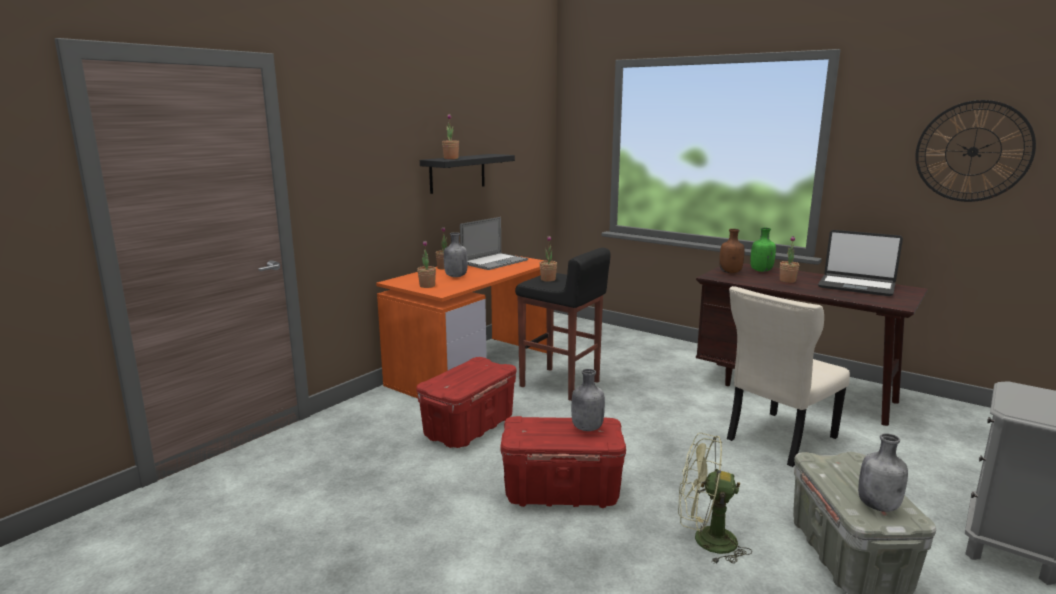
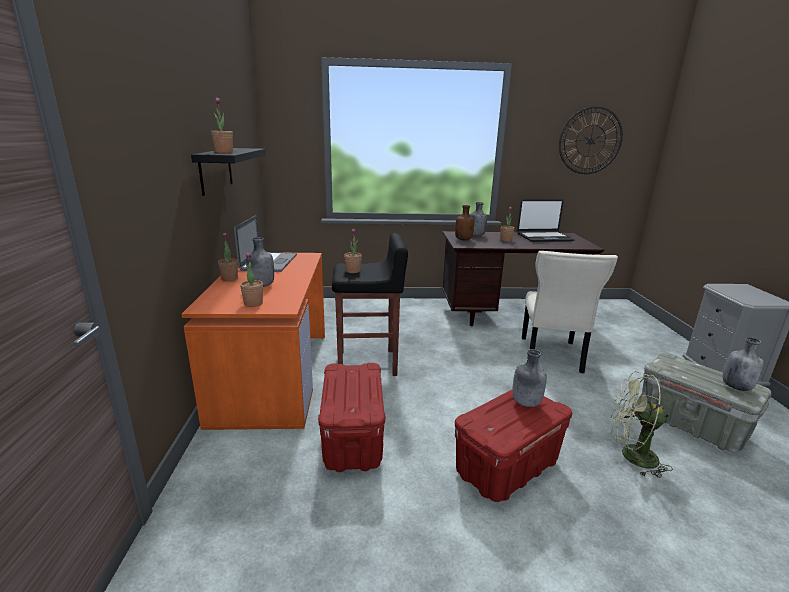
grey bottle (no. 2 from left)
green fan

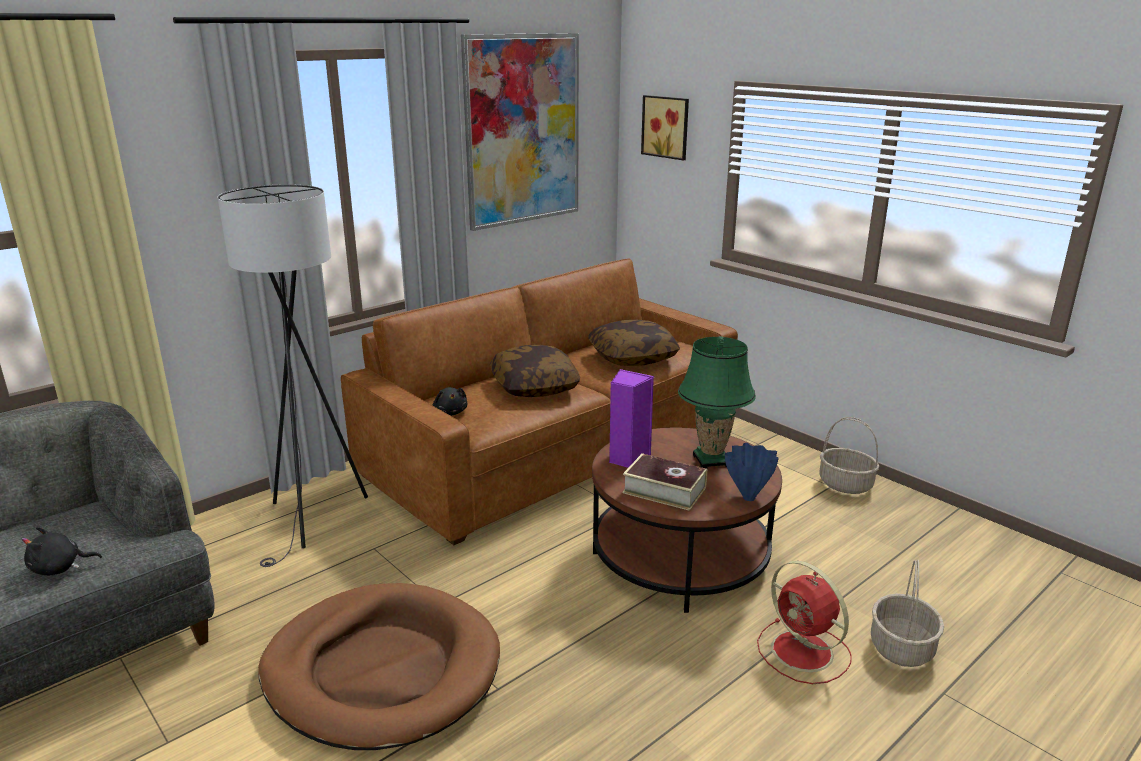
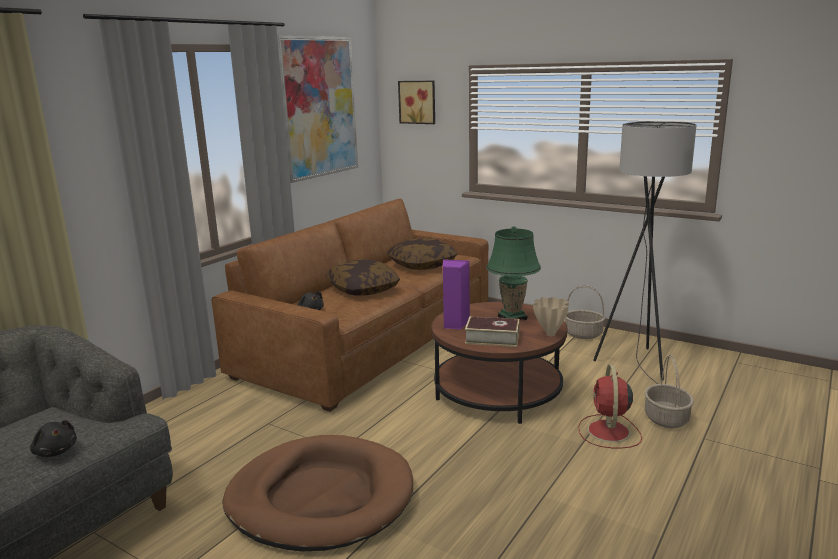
grey floor lamp
beige vase
black plush toy (no. 1 from left)
red fan

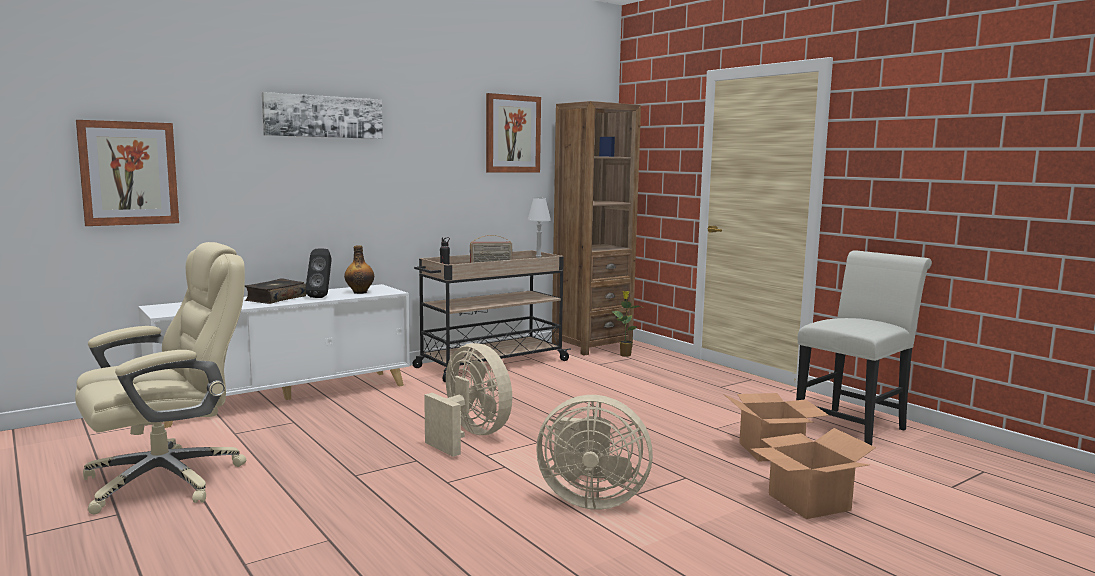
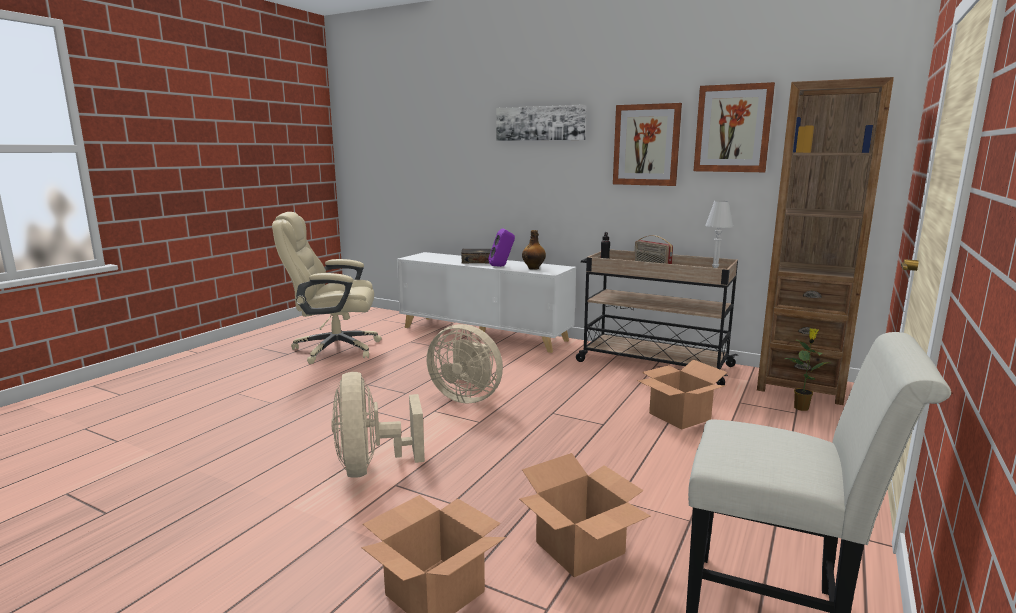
cardboard box (no. 3 from left)
picture (no. 2 from left)
purple speaker
beige office chair
beige fan (no. 2 from left)

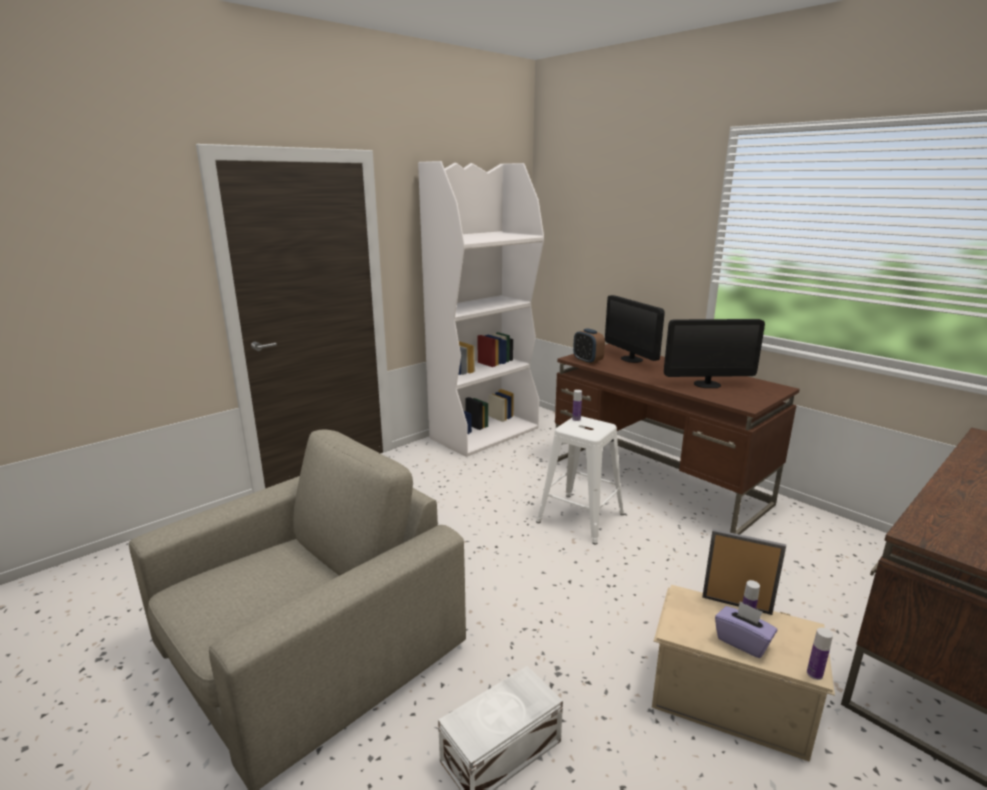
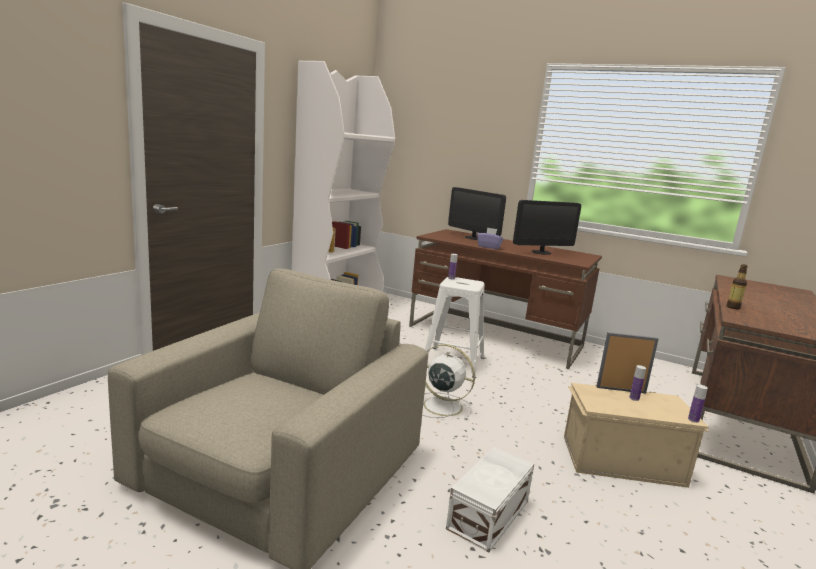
alarm clock
white fan
bottle (no. 4 from left)
purple tissue box

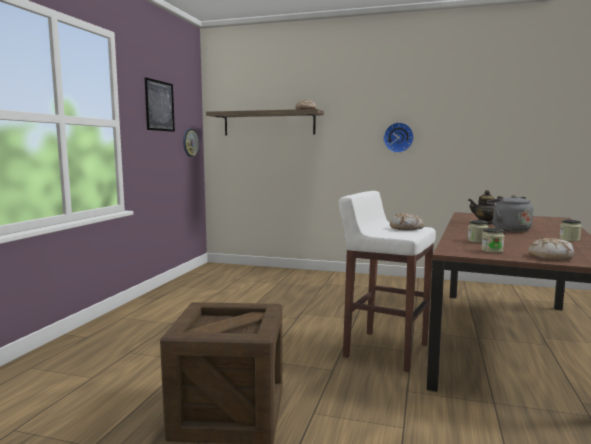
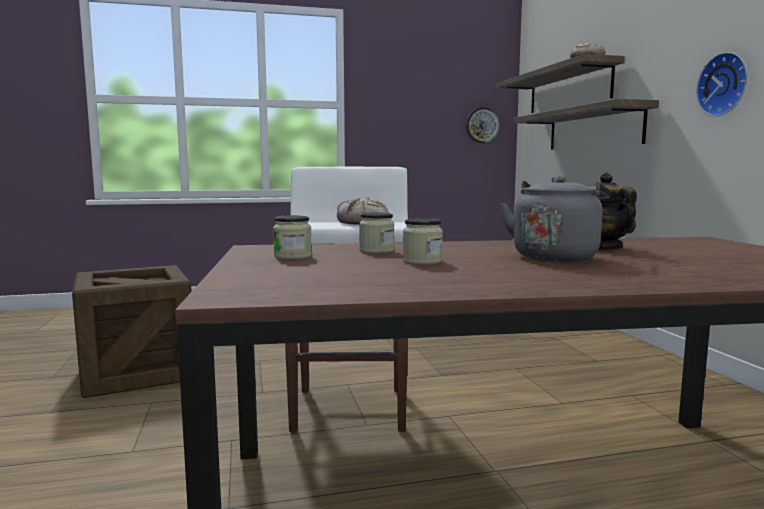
picture
bread (no. 3 from left in the first image)
shelf (no. 2 from left)
jar (no. 3 from left)

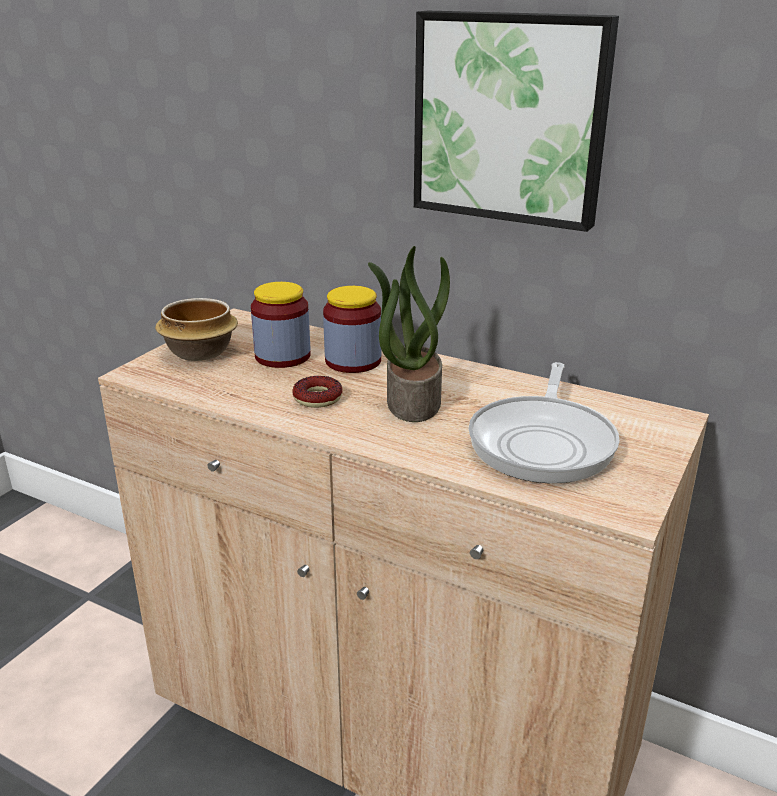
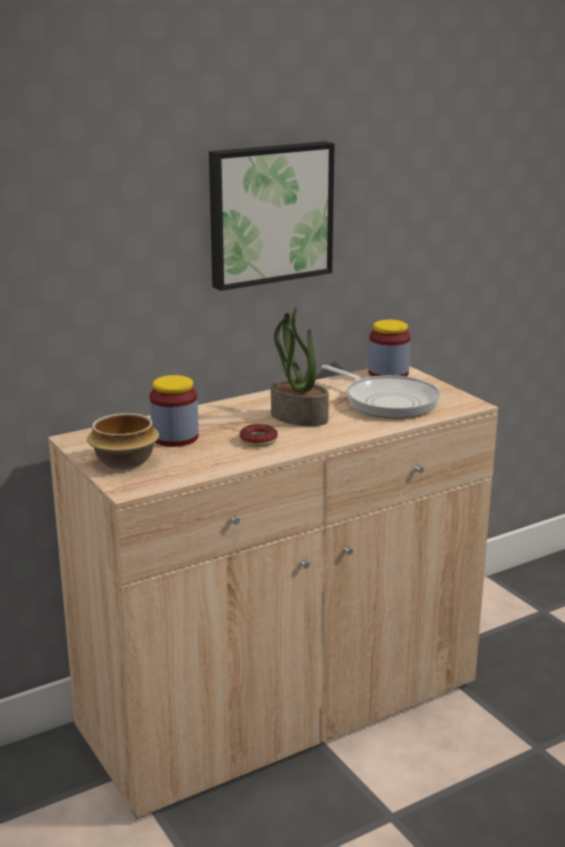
jar (no. 2 from left)

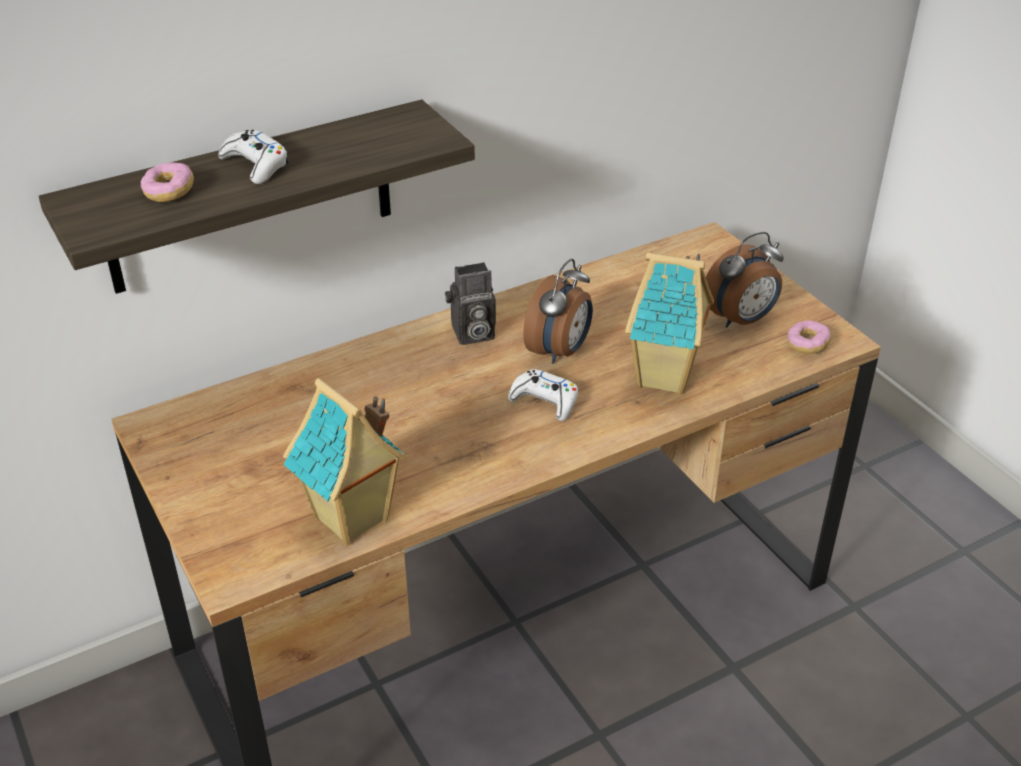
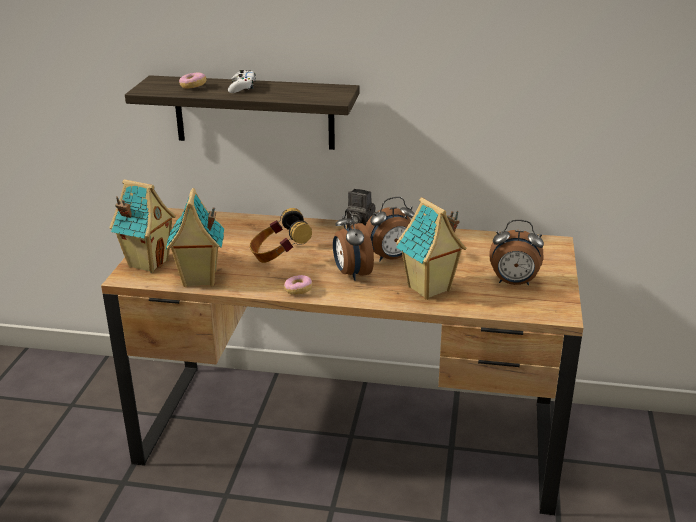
toy house (no. 1 from left)
headphones
donut (no. 2 from left)
alarm clock (no. 1 from left)

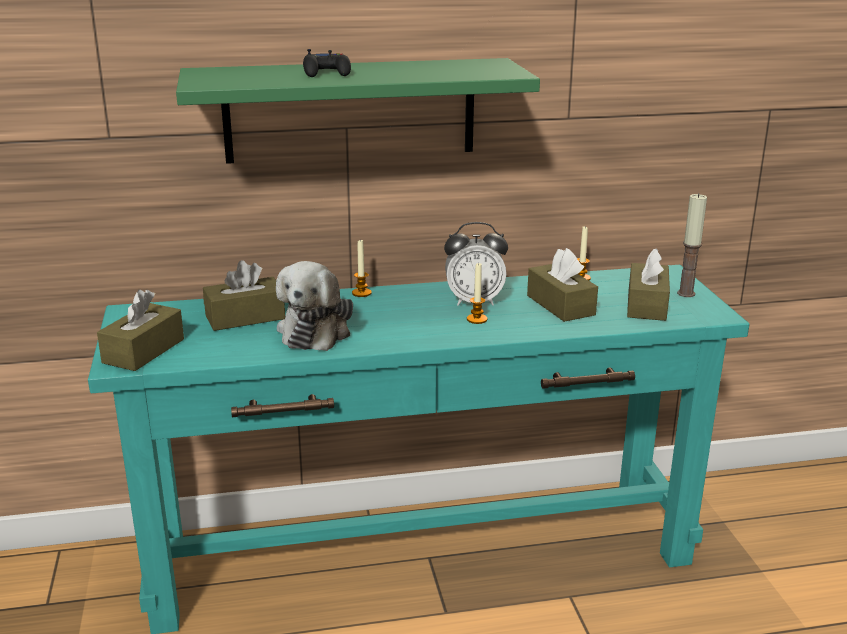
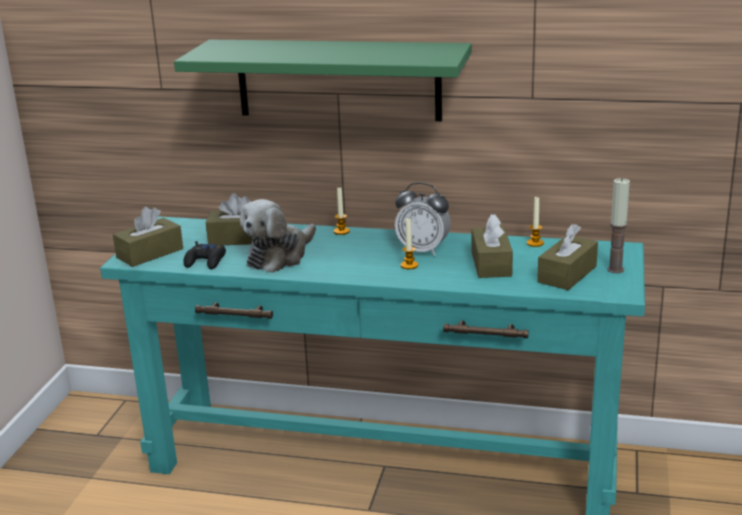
black game controller

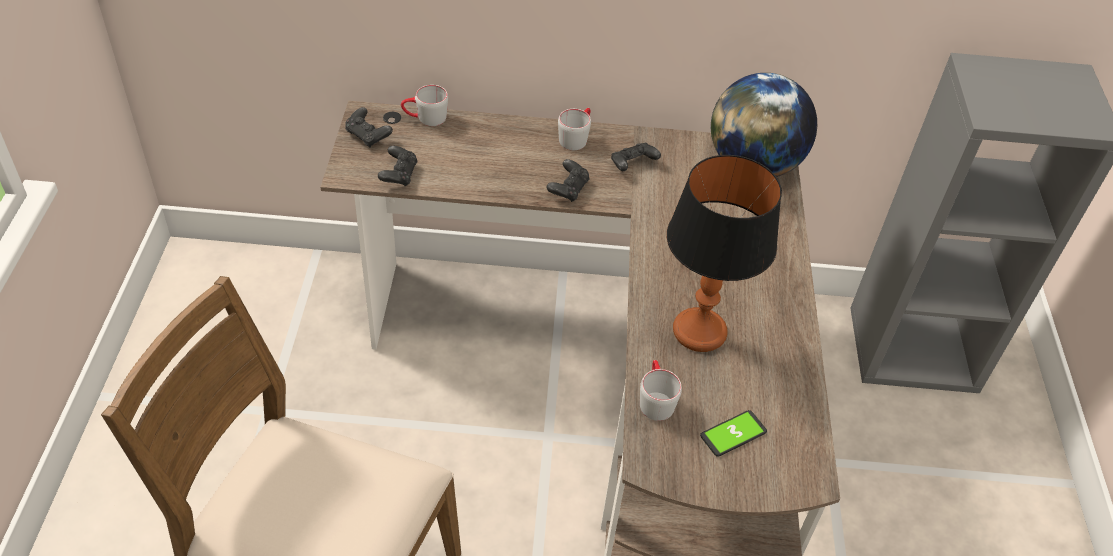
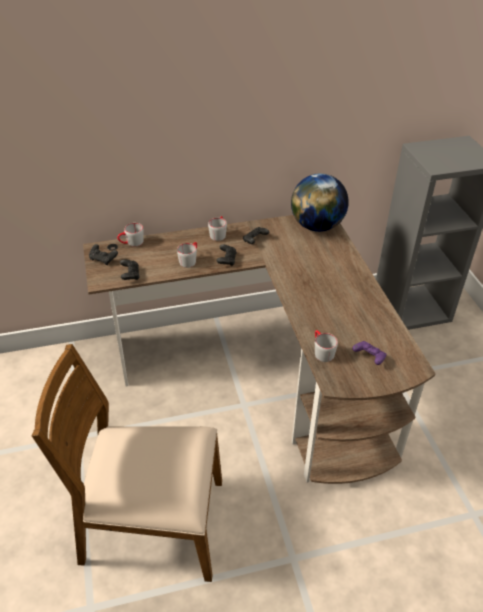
table lamp
grey mug (no. 2 from left)
purple game controller

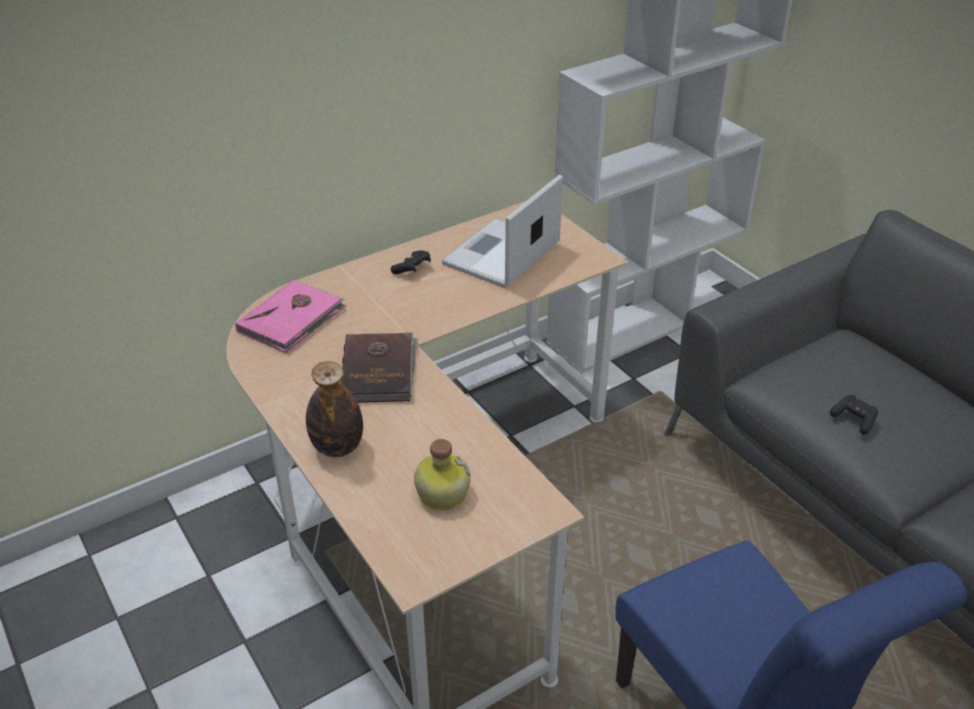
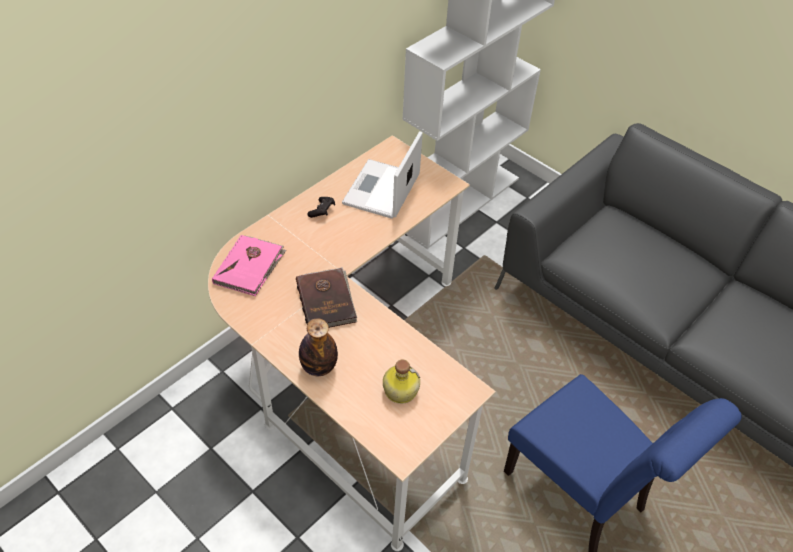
black game controller (no. 2 from left in the first image)

